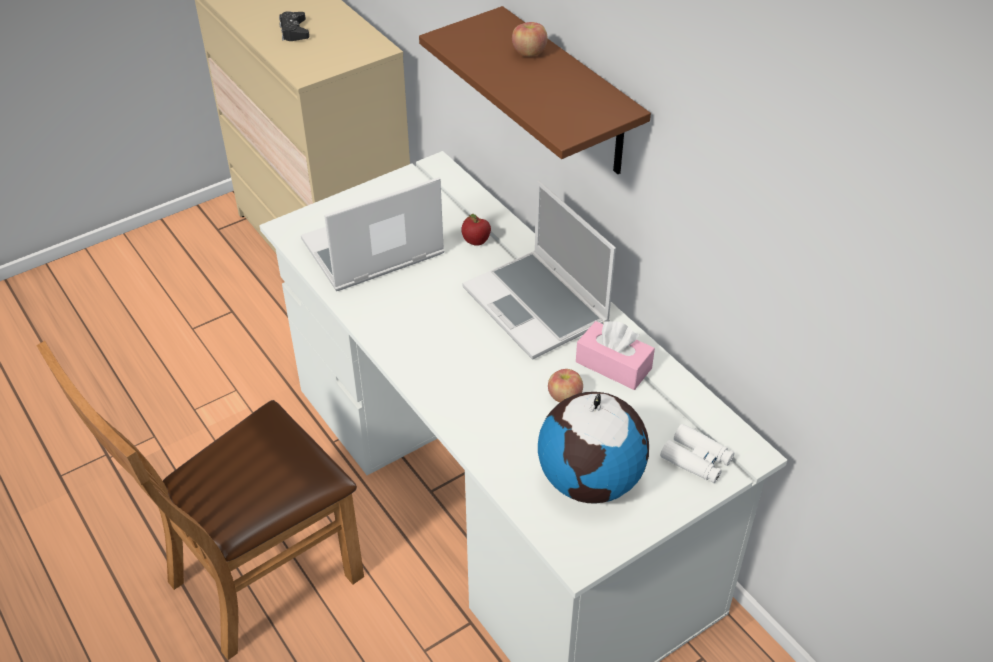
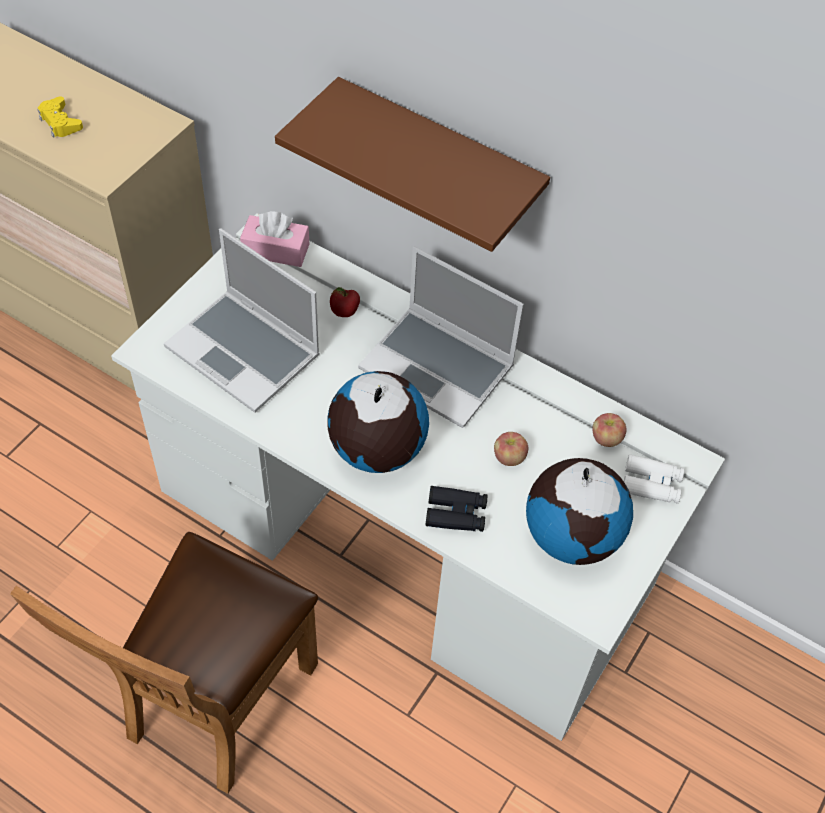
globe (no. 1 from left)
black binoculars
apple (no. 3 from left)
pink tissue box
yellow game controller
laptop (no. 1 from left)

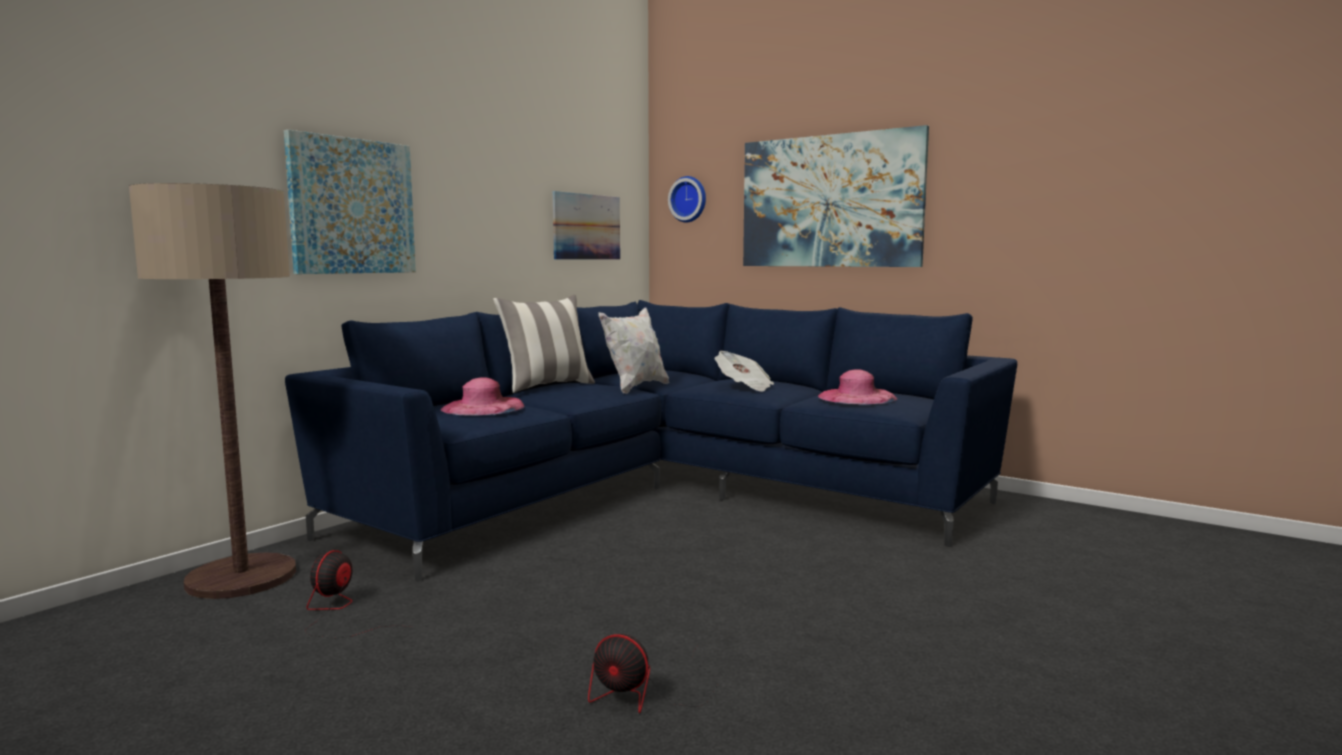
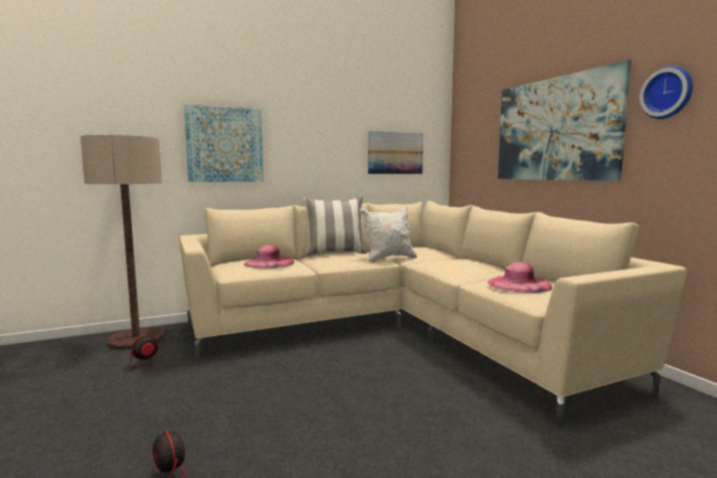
newspaper
wall clock
beige sofa

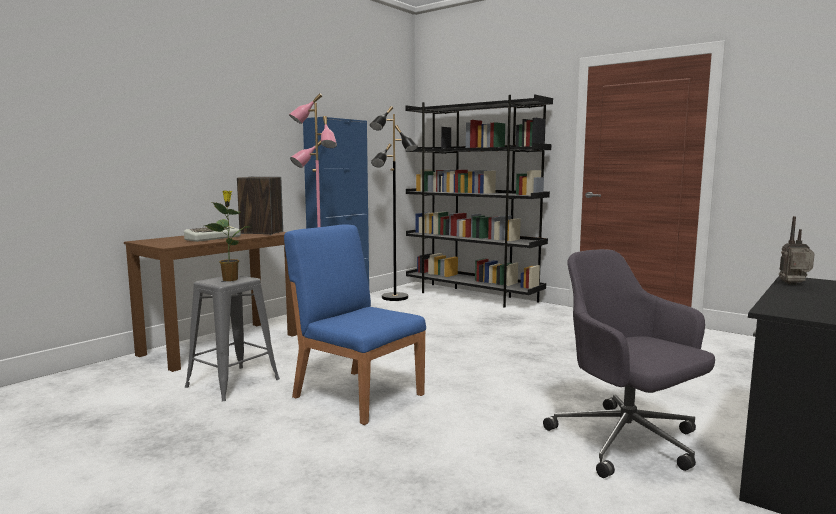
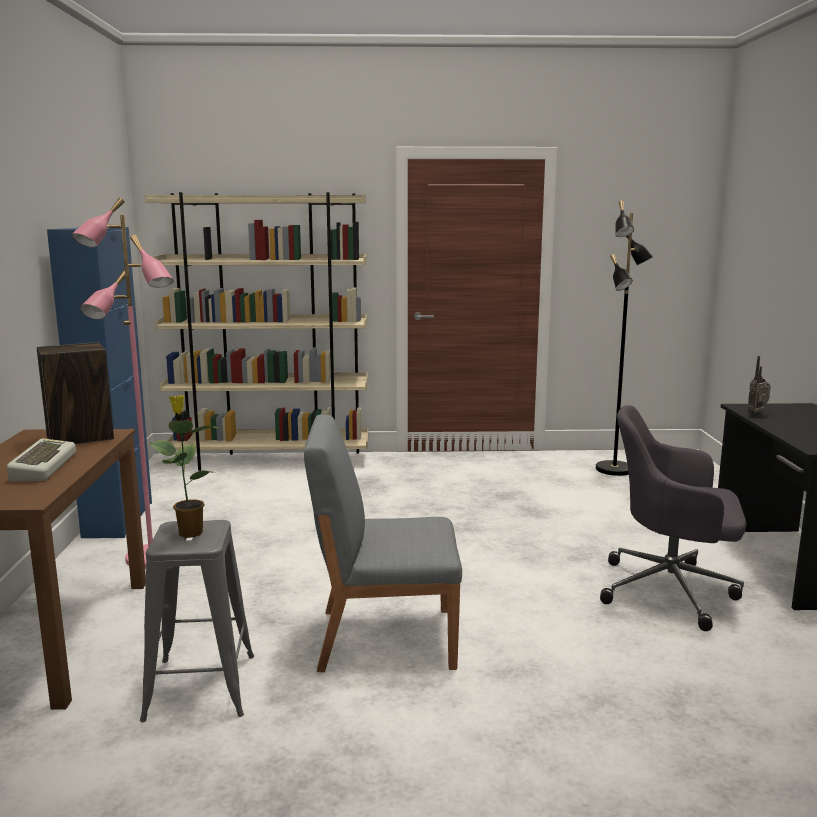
black floor lamp
grey chair
beige bookcase

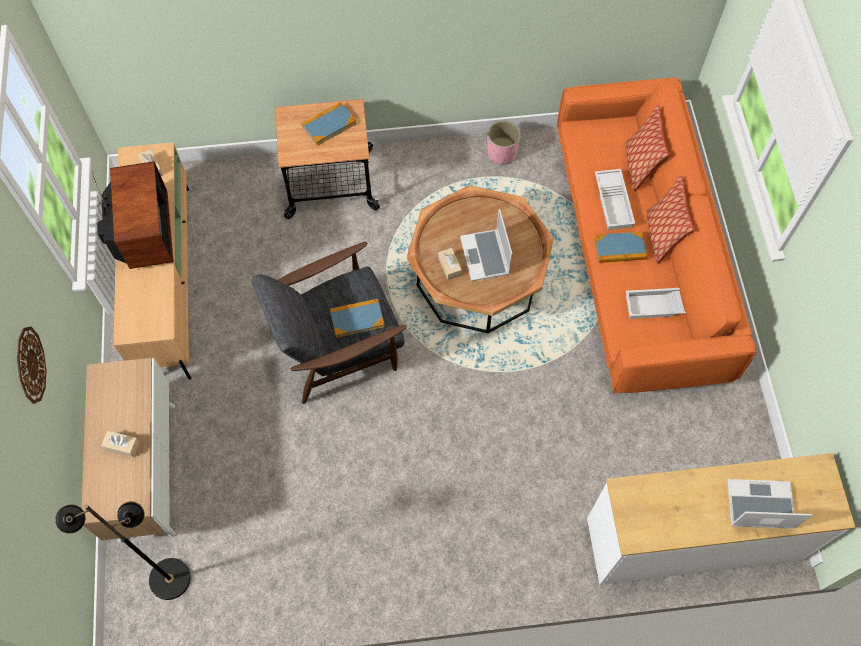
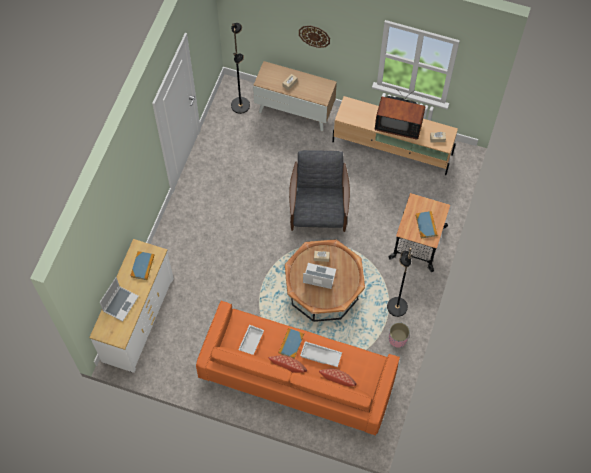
black floor lamp (no. 2 from left)
book (no. 1 from left)

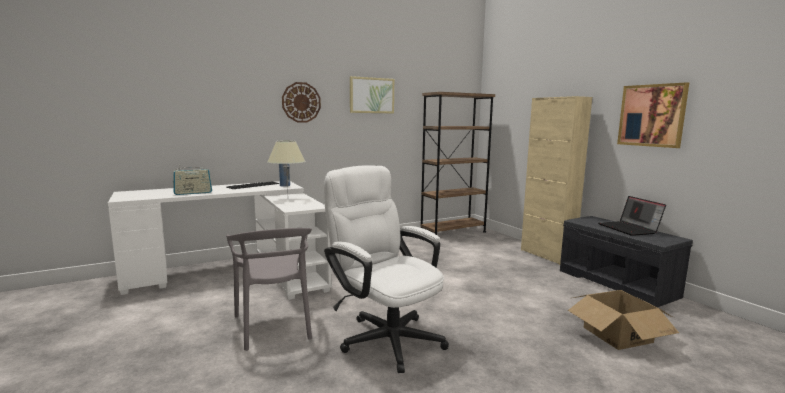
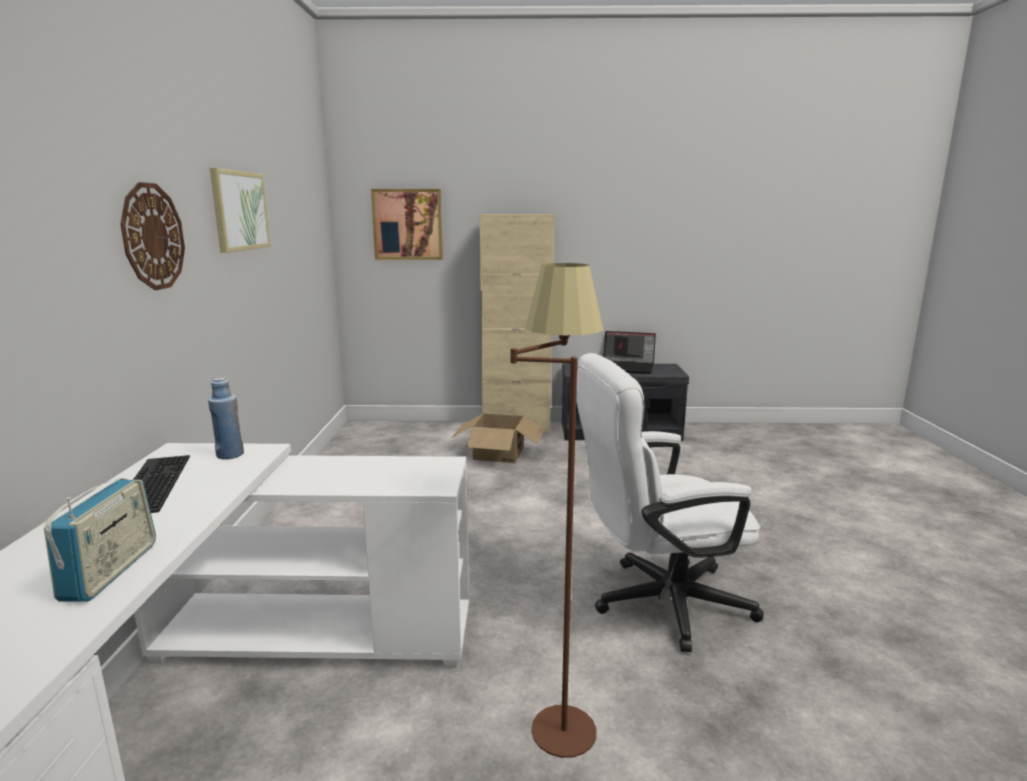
beige table lamp
brown bookcase
cardboard box
picture (no. 2 from left)
brown floor lamp

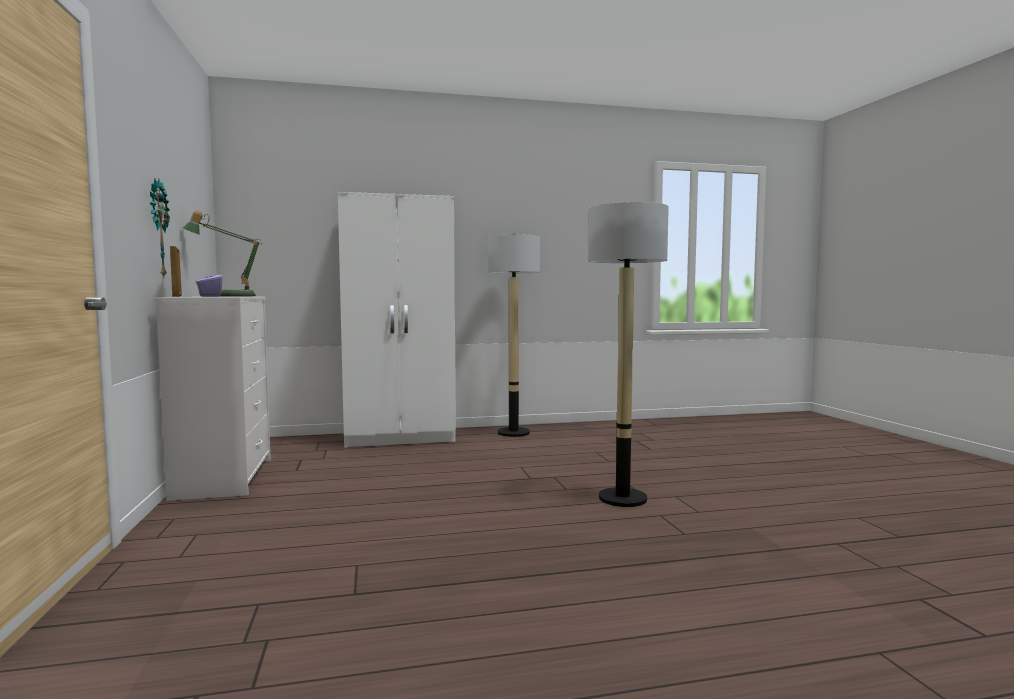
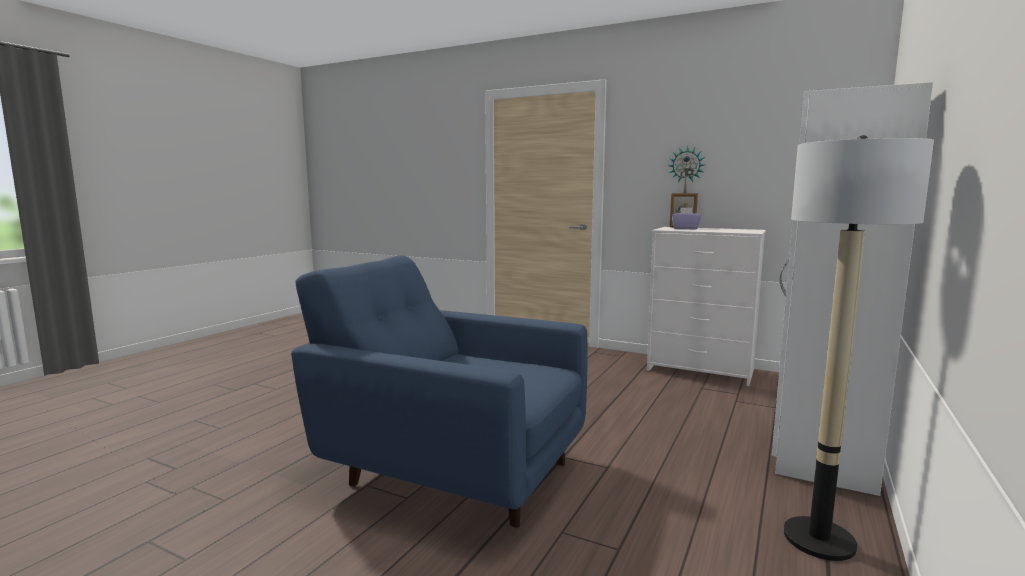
table lamp
blue armchair

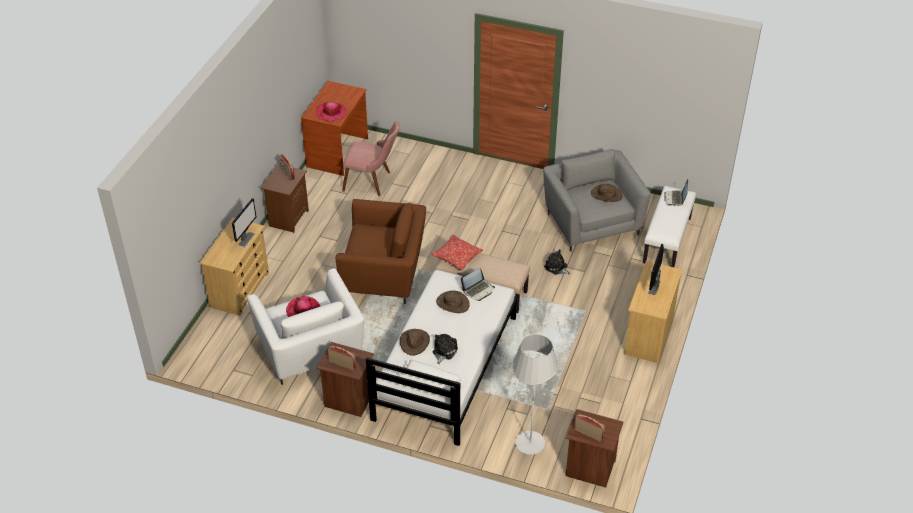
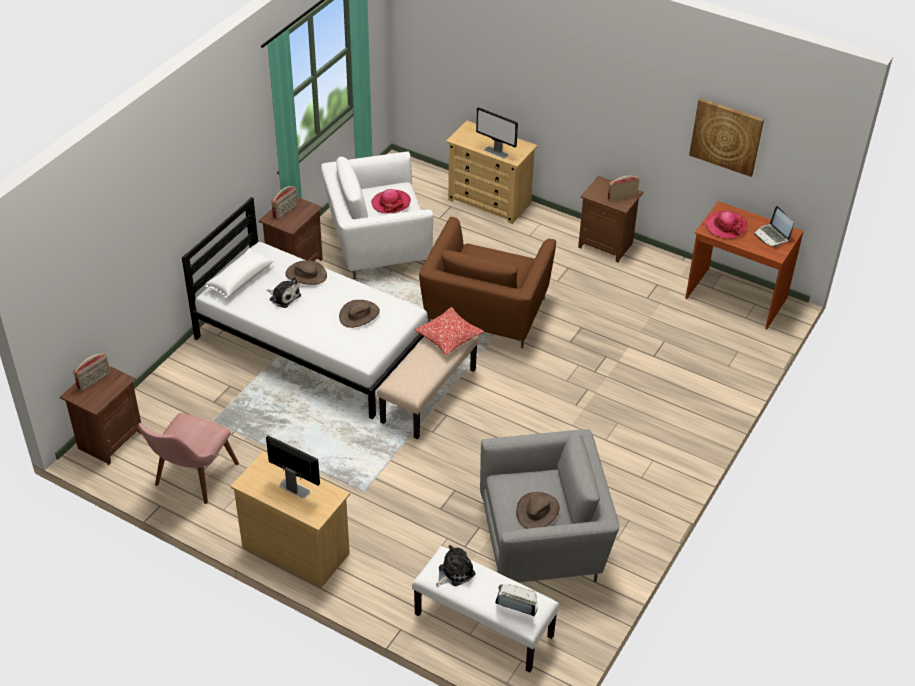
white floor lamp
picture
pink chair
laptop (no. 2 from left)
plush toy (no. 2 from left)

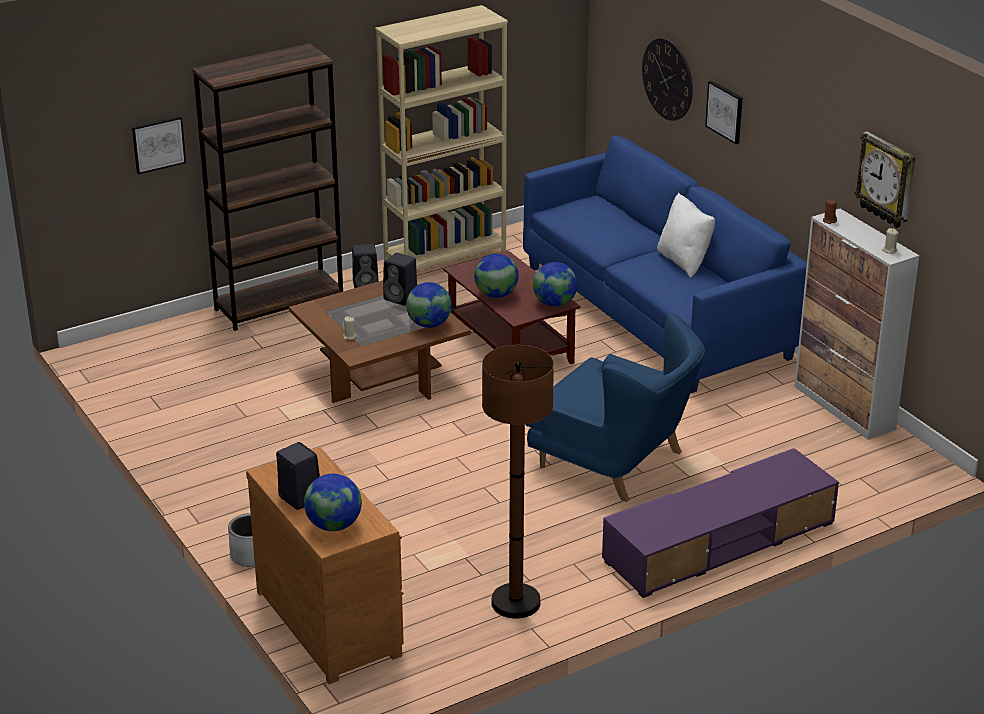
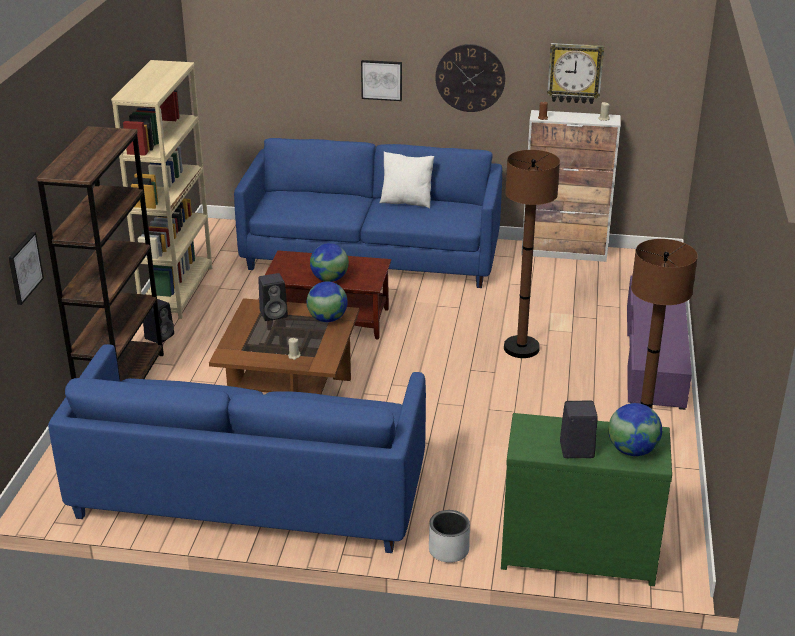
globe (no. 4 from left in the first image)
blue sofa (no. 1 from left)
wall clock (no. 1 from left)
brown floor lamp (no. 1 from left)
green dresser

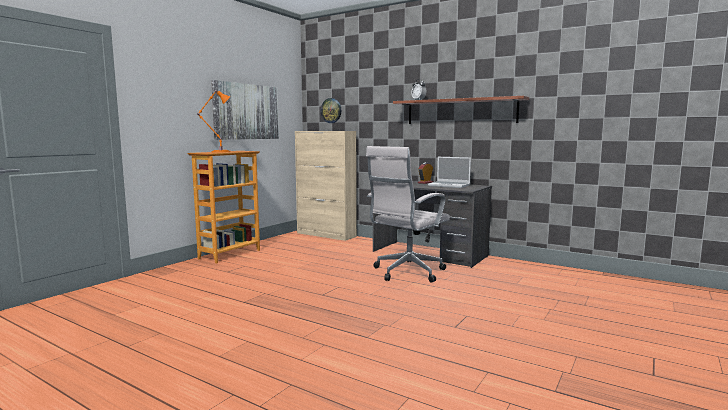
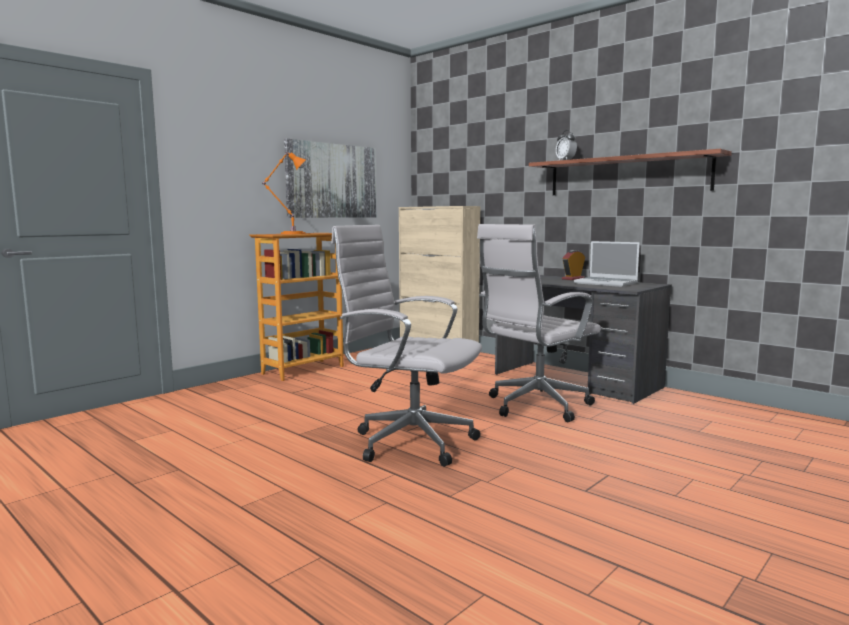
wall clock
white office chair (no. 1 from left)

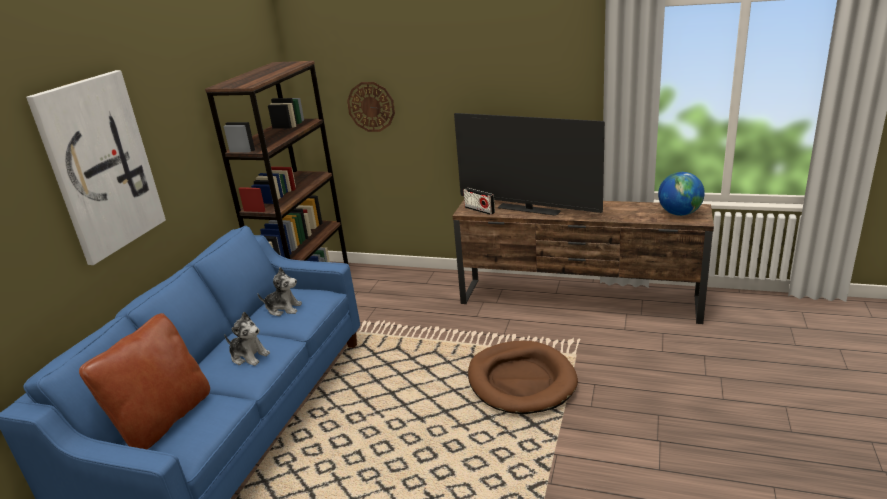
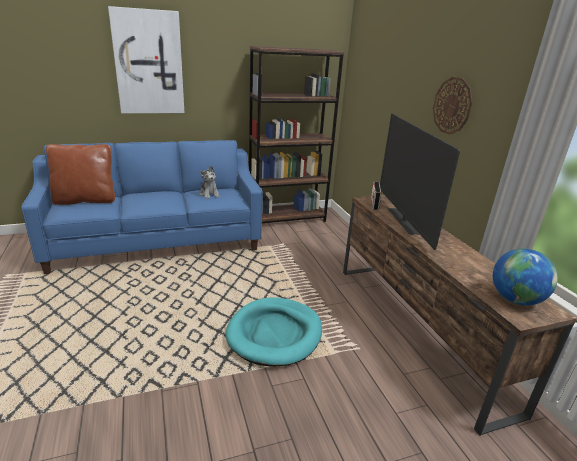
plush toy (no. 1 from left in the first image)
wall clock
turquoise dog bed

